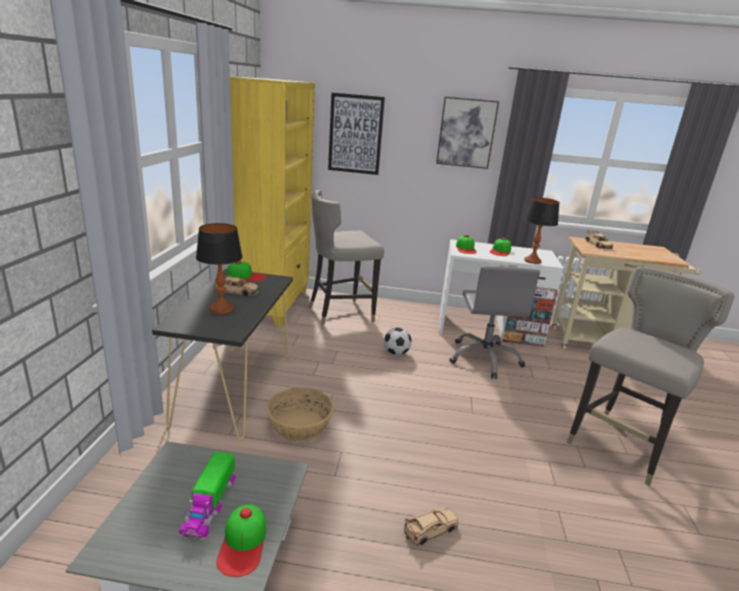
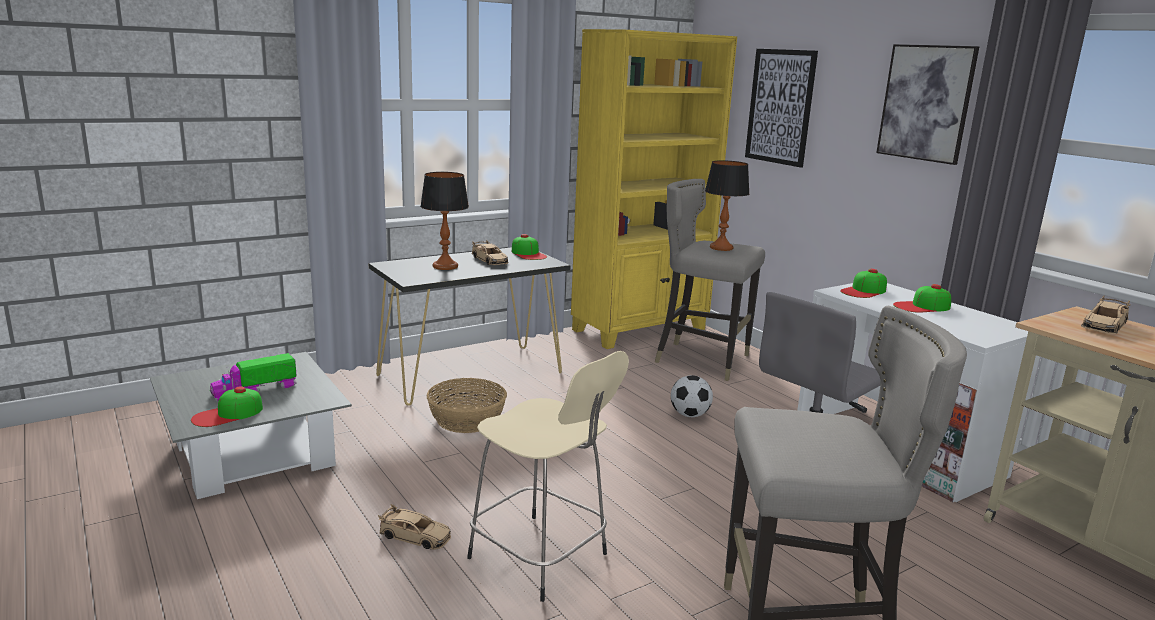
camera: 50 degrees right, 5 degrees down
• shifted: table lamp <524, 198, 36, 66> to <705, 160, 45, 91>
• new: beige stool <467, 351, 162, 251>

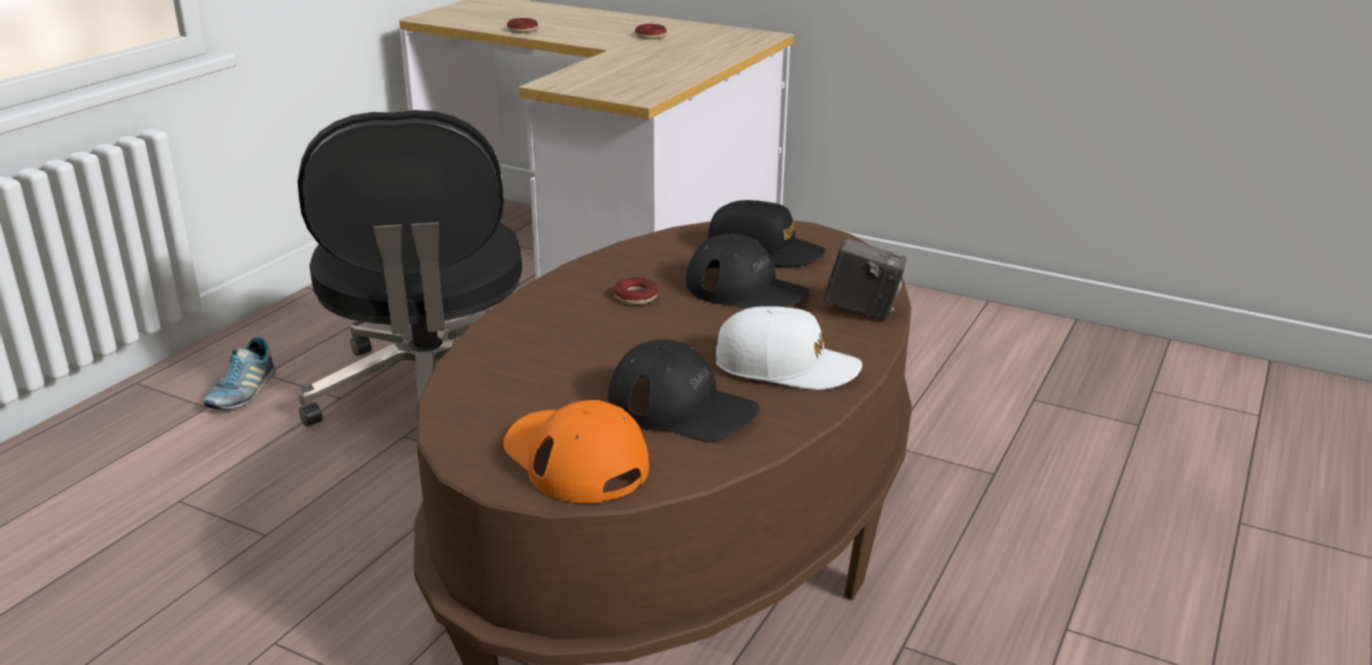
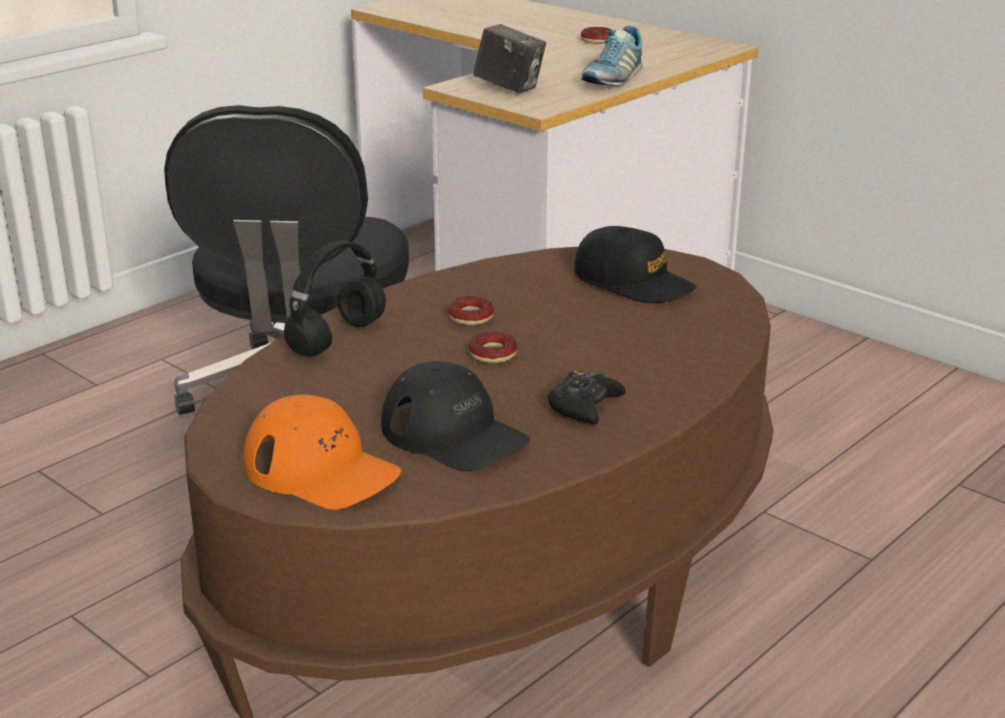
camera: 15 degrees right, 0 degrees up
• shifted: donut <507, 18, 31, 15> to <469, 332, 49, 31>
• gone: black cap <686, 234, 124, 75>
• shifted: photo camera <824, 238, 82, 82> to <474, 24, 72, 69>
• swapped: white cap <716, 306, 146, 84> to black game controller <548, 371, 78, 53>
• shifted: shoe <203, 337, 73, 73> to <581, 26, 61, 60>
• rotated: orange cap <503, 400, 146, 103> = <243, 394, 158, 116> 150 degrees clockwise
• new: black headphones <284, 240, 102, 116>

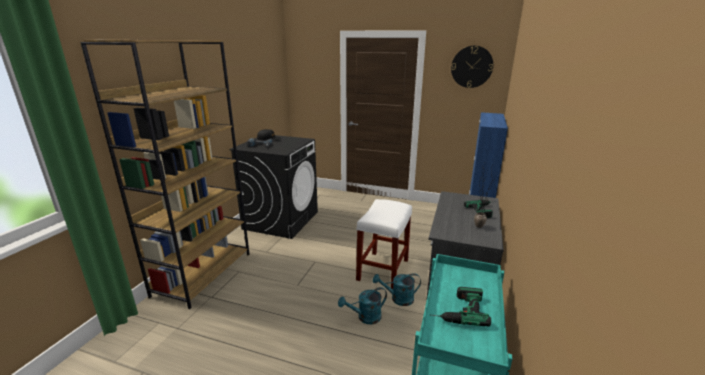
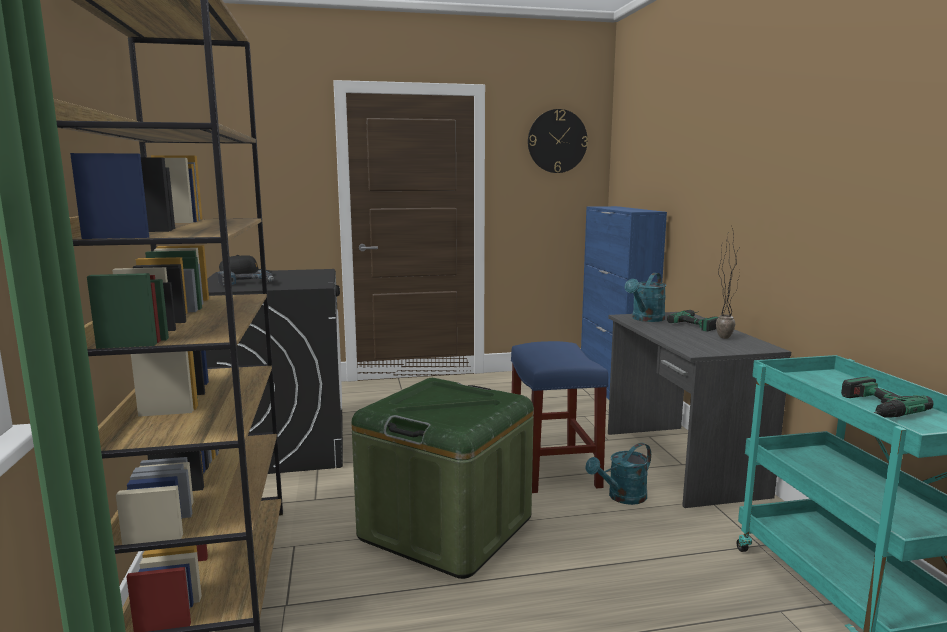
camera: 30 degrees left, 10 degrees down
• repainted: white stool <356, 199, 56, 90> to blue stool <511, 341, 98, 152>
• shifted: turquoise watering can <338, 287, 49, 37> to <625, 273, 41, 49>
• new: green storage box <351, 378, 183, 201>

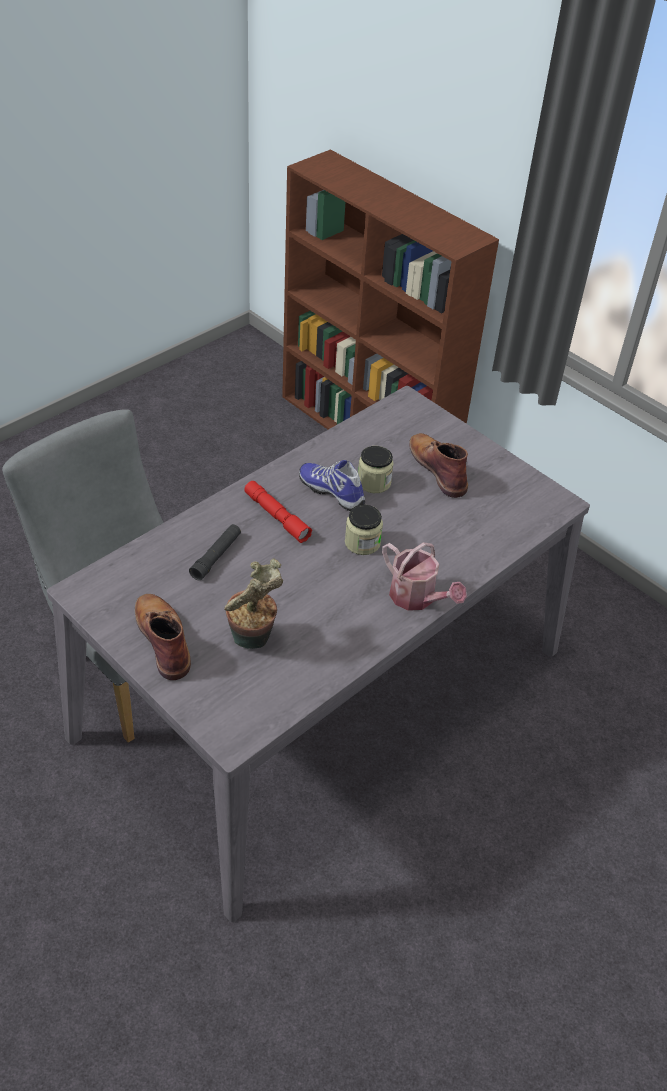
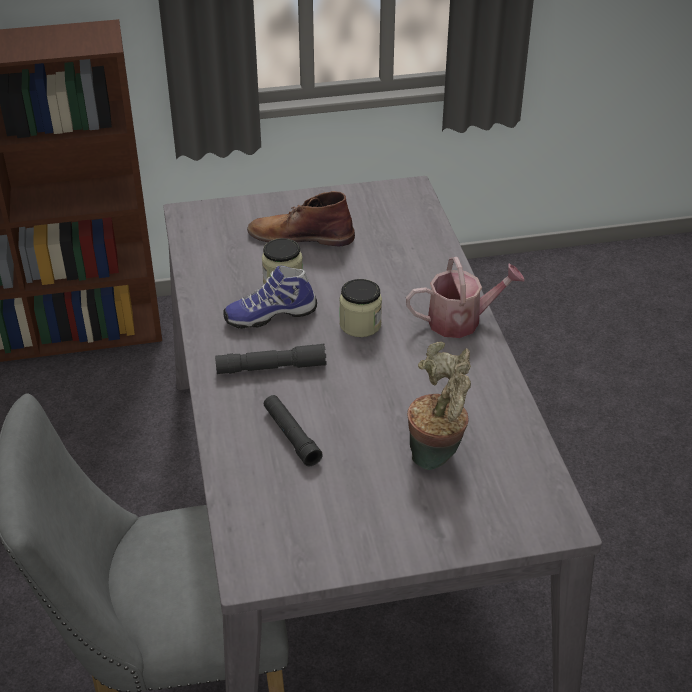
camera: 55 degrees left, 5 degrees down
• repainted: red flashlight <244, 481, 68, 62> to grey flashlight <215, 343, 112, 31>
• gone: brown boot <135, 594, 56, 86>

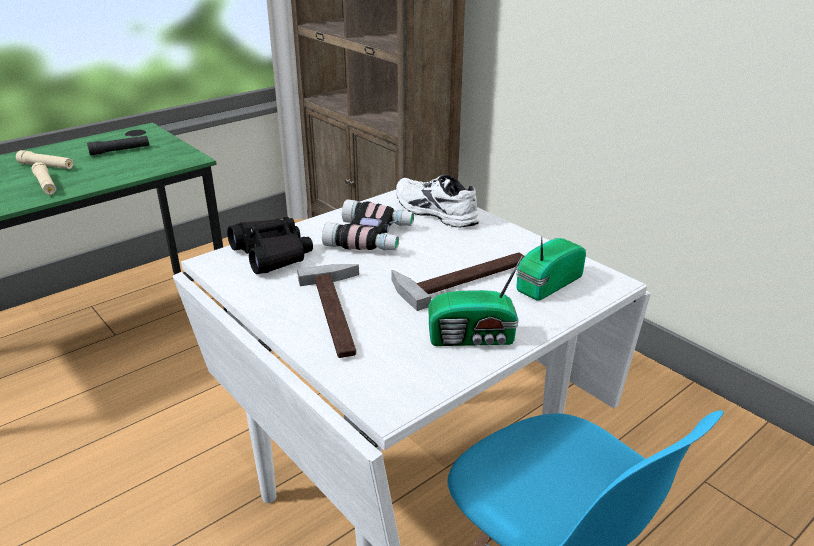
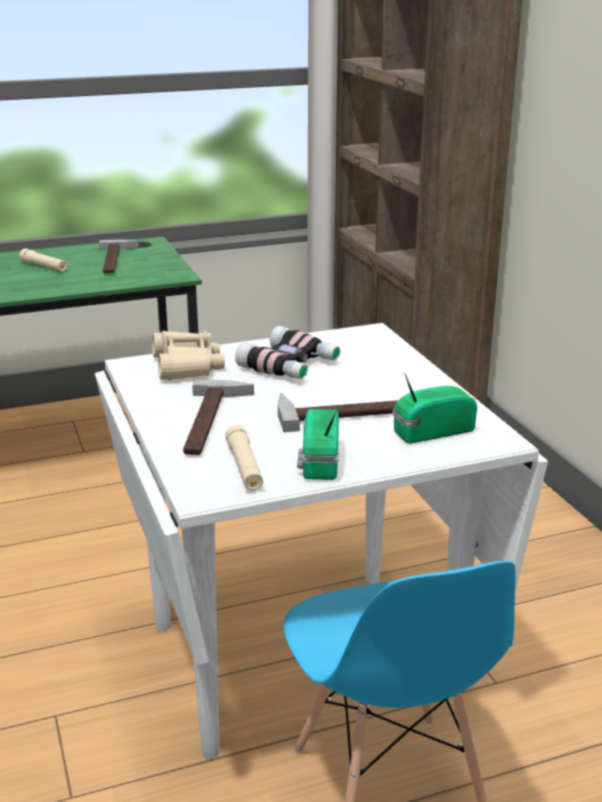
camera: 20 degrees right, 5 degrees down
• swapped: black flashlight <87, 136, 62, 20> to hammer <99, 239, 40, 35>
• shifted: beige flashlight <32, 162, 24, 33> to <225, 425, 38, 66>
• gone: white shoe <396, 175, 83, 52>
• repainted: black binoculars <227, 217, 86, 57> to beige binoculars <152, 331, 73, 49>
• rotated: radio <428, 255, 95, 91> = <297, 407, 42, 73> 75 degrees clockwise

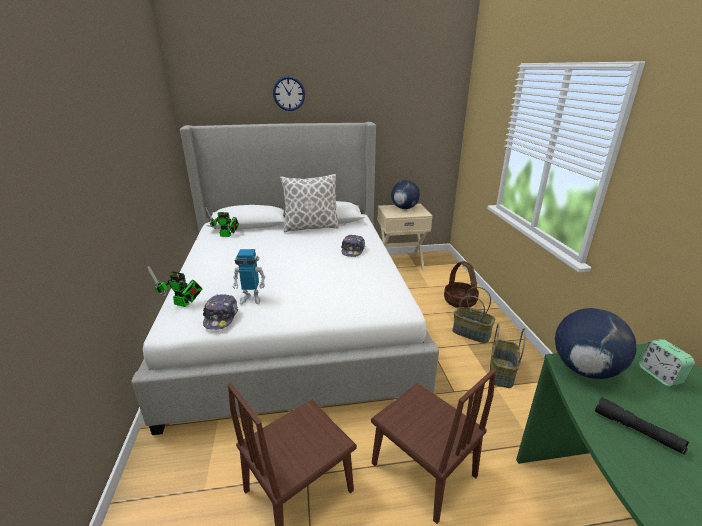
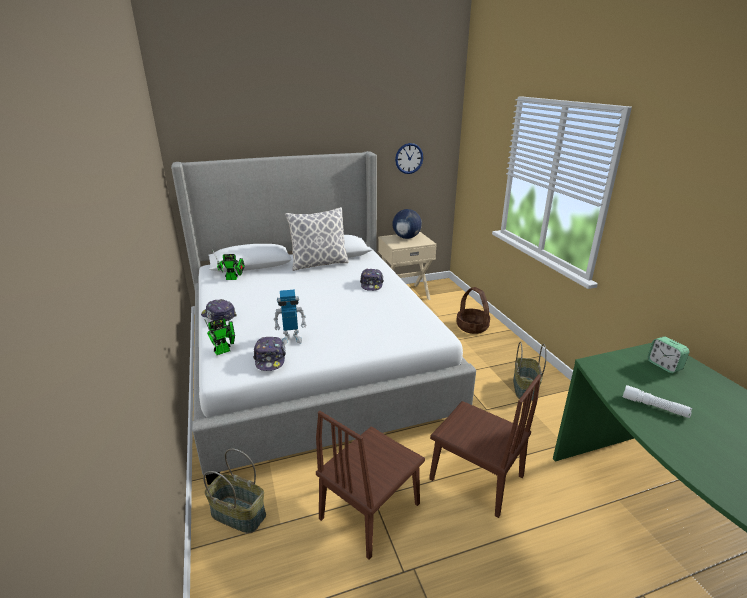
camera: 10 degrees left, 0 degrees up
• shifted: wall clock <273, 76, 32, 35> to <395, 143, 28, 31>
• rotated: toy robot <147, 266, 55, 41> = <204, 318, 31, 37> 45 degrees counterclockwise
• shifted: basket <452, 287, 43, 56> to <203, 449, 63, 84>
• gone: globe <555, 308, 81, 71>
• repainted: black flashlight <595, 397, 94, 57> to white flashlight <623, 385, 69, 33>
• new: cap <201, 299, 36, 22>

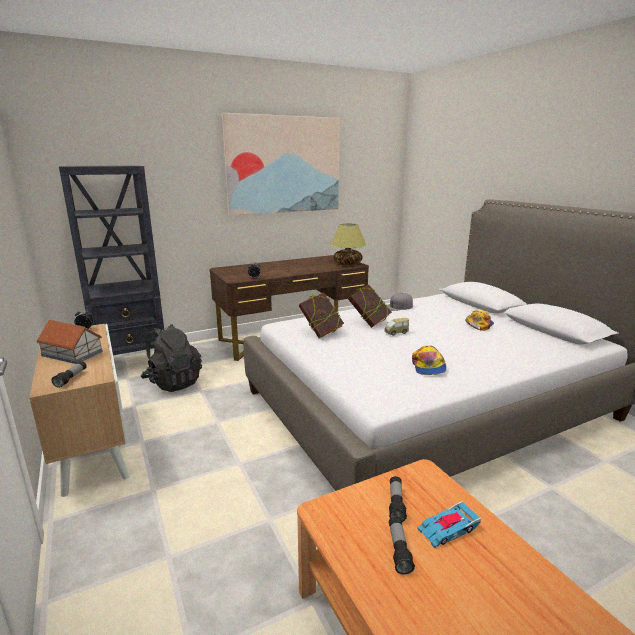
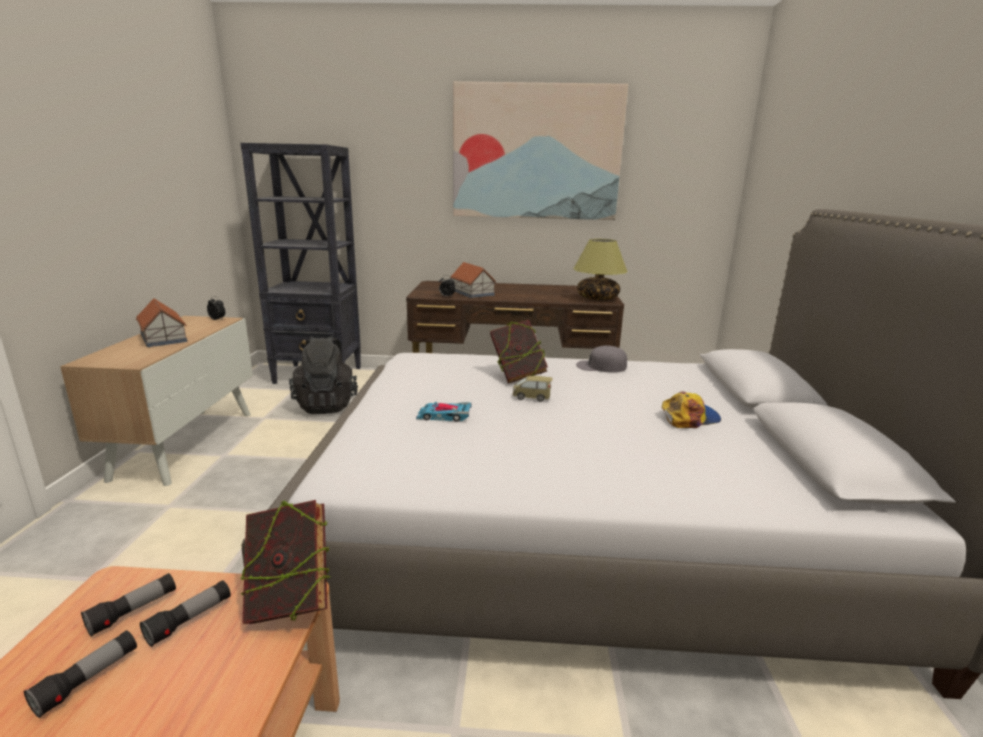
camera: 30 degrees right, 0 degrees up
• shifted: book <299, 292, 45, 46> to <240, 500, 90, 124>
• gone: cap <412, 345, 34, 30>
• shifted: flashlight <51, 361, 36, 27> to <81, 573, 95, 64>
• shifted: toy car <418, 501, 63, 47> to <416, 402, 56, 20>
• new: toy house <451, 262, 45, 36>

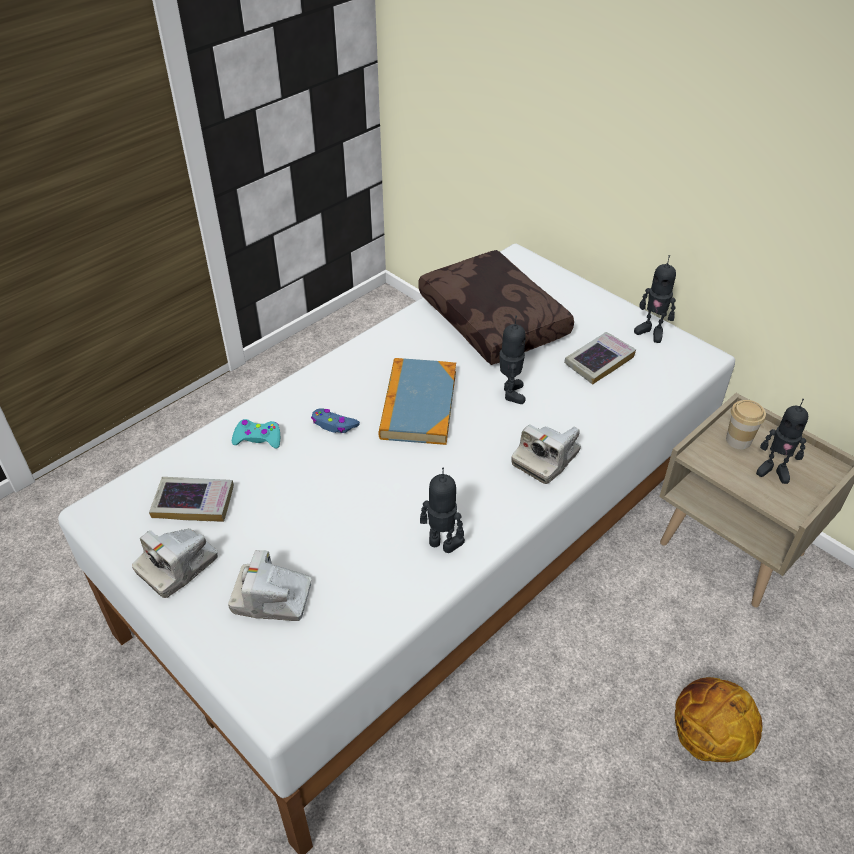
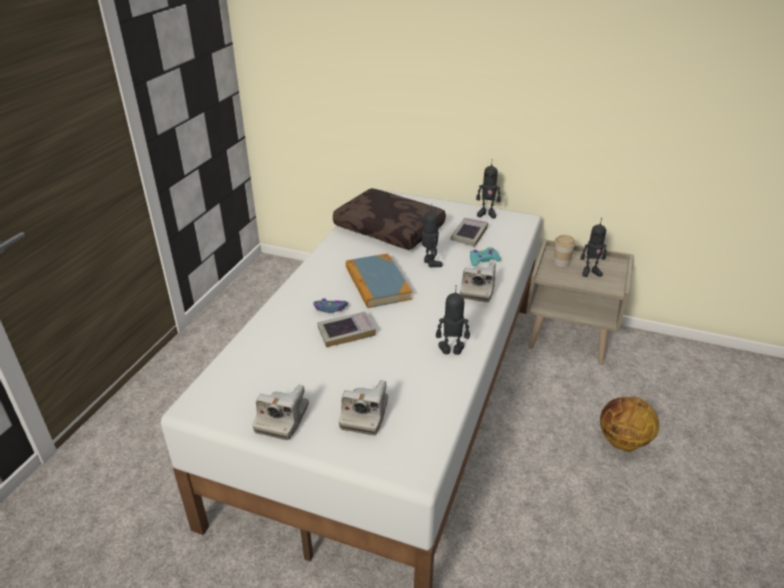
camera: 25 degrees left, 10 degrees down
• shifted: turquoise game controller <232, 419, 48, 30> to <470, 247, 31, 19>
• shifted: book <149, 477, 85, 45> to <317, 312, 59, 35>
• rotated: photo camera <228, 550, 83, 71> = <339, 380, 49, 55> 60 degrees counterclockwise

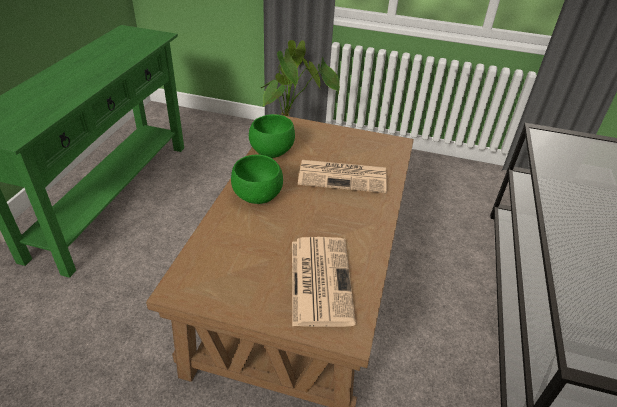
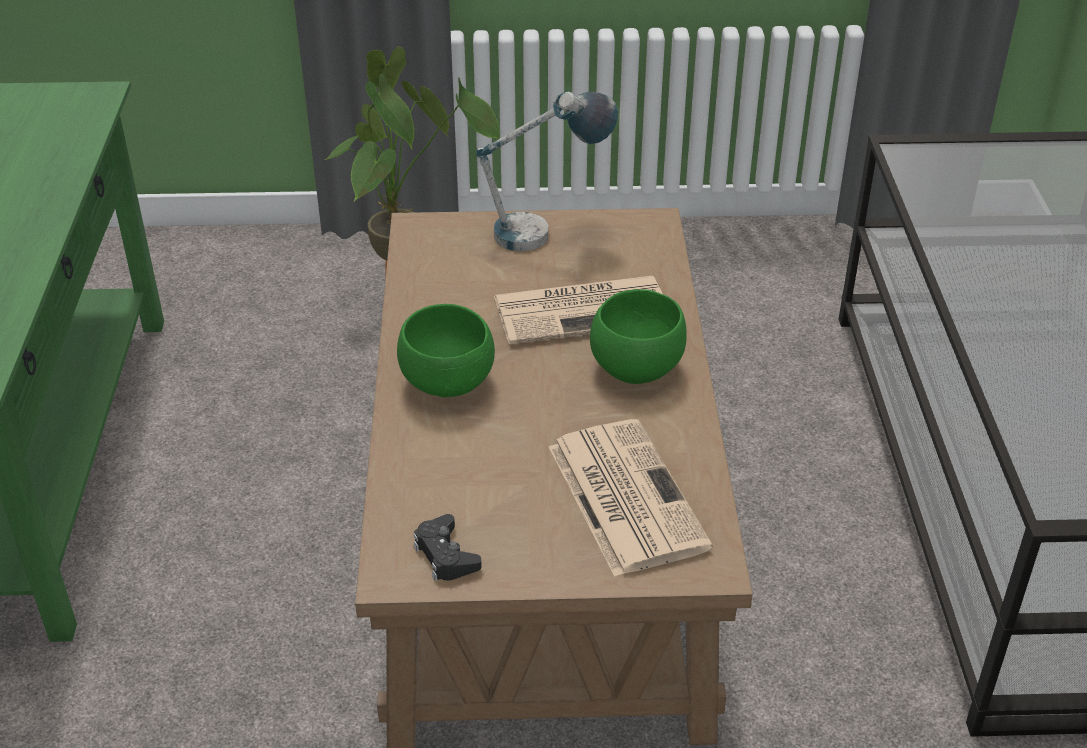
camera: 15 degrees left, 0 degrees up
• shifted: green bowl <249, 114, 46, 44> to <590, 289, 97, 95>
• new: table lamp <476, 91, 142, 160>
• new: black game controller <414, 514, 68, 67>

